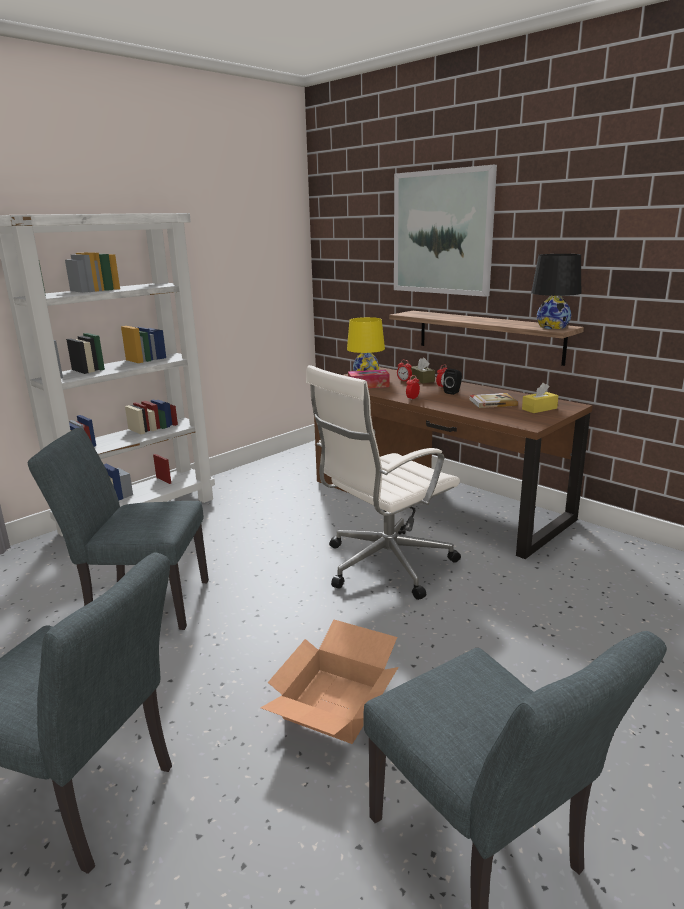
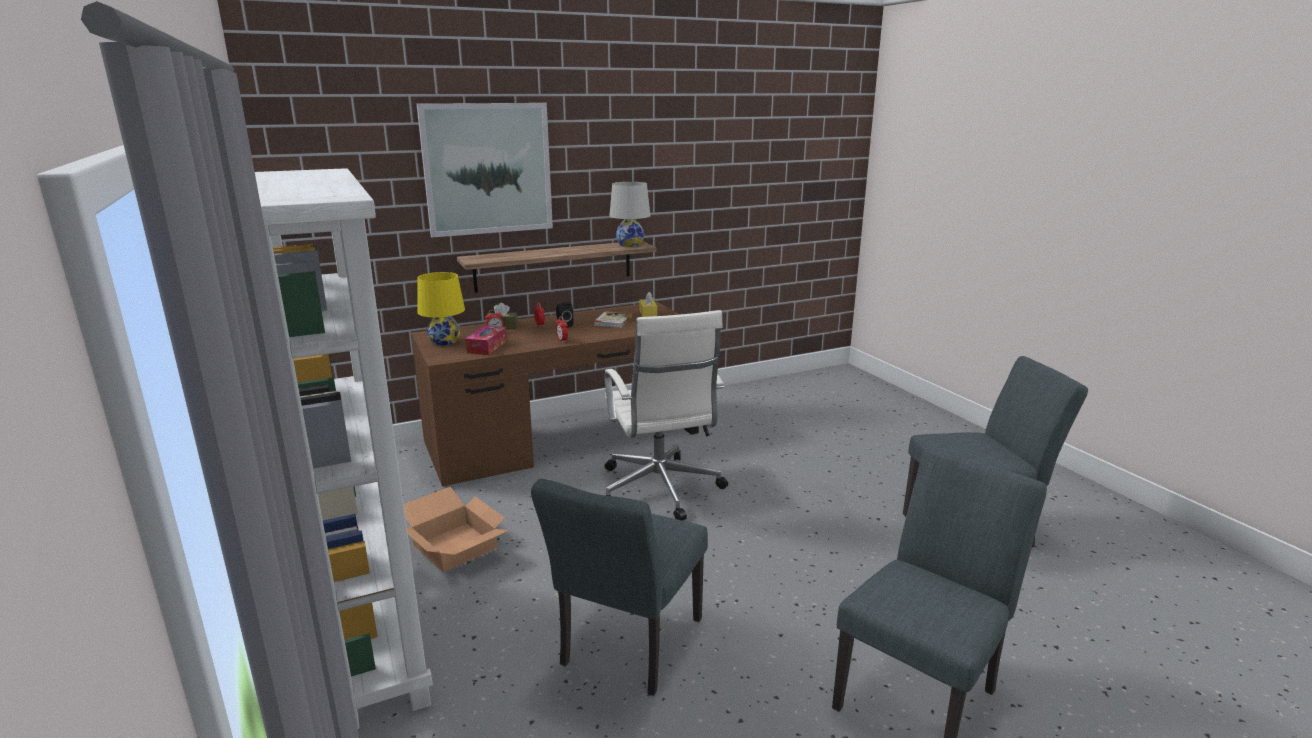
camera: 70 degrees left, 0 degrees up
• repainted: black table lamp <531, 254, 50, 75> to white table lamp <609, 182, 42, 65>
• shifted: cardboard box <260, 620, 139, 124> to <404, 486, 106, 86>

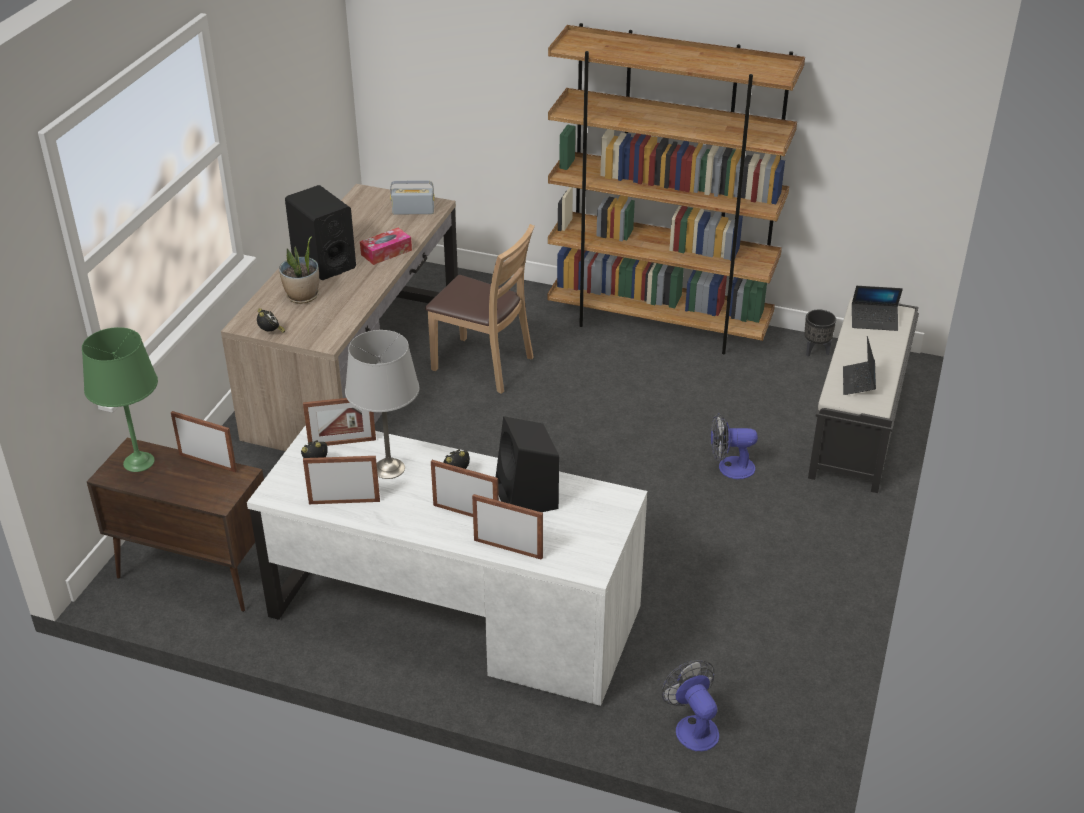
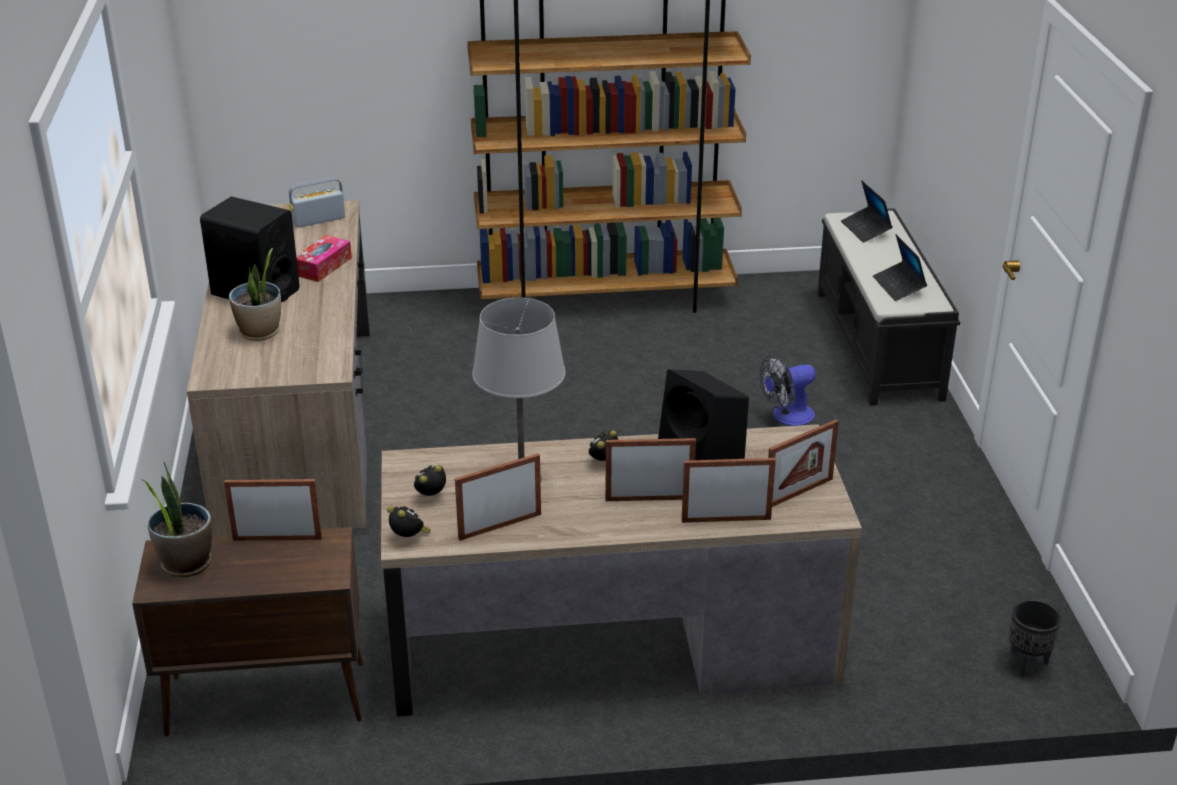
camera: 25 degrees left, 5 degrees down
• gone: brown chair <425, 224, 110, 170>
• rotated: laptop <852, 286, 51, 45> = <841, 181, 52, 62> 90 degrees clockwise
• shifted: alarm clock <257, 308, 28, 25> to <387, 506, 44, 31>
• shifted: black planter <804, 309, 32, 48> to <1009, 600, 53, 77>
• swapped: green table lamp <82, 327, 76, 145> to potted plant <141, 462, 71, 115>
• shifted: picture frame <303, 398, 73, 48> to <768, 419, 71, 88>
• repainted: white desk <247, 425, 400, 281> to brown desk <381, 424, 481, 293>
• gone: fan <661, 660, 58, 91>

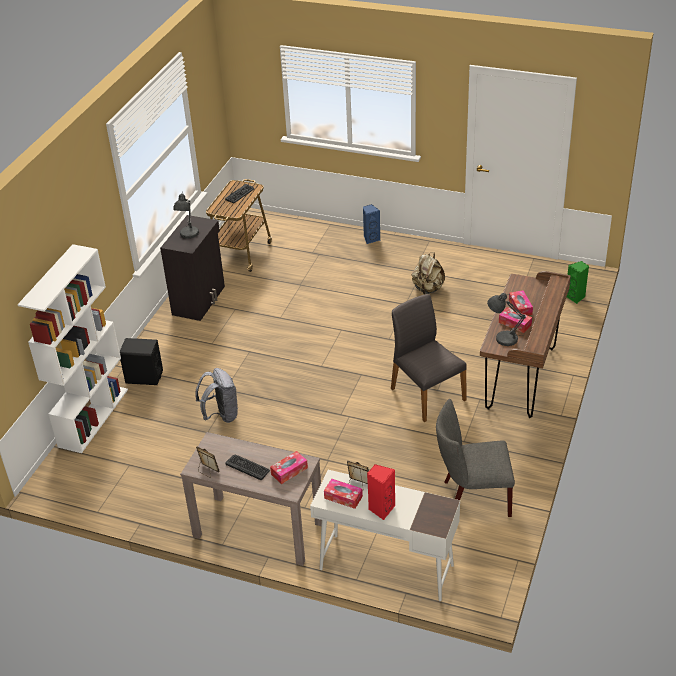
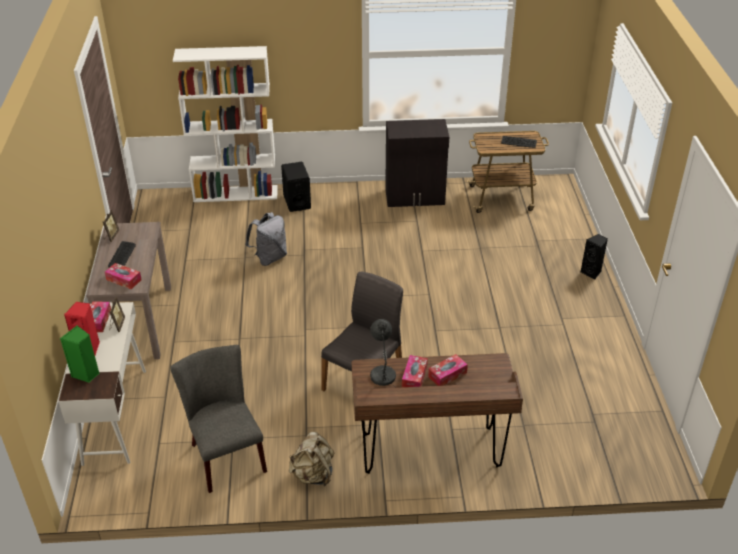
camera: 65 degrees right, 0 degrees up
• gone: grey table lamp <173, 192, 26, 47>
• repainted: blue speaker <363, 204, 17, 40> to black speaker <581, 234, 27, 46>
• shifted: beige backpack <412, 252, 33, 42> to <289, 432, 45, 54>
• shifted: green speaker <567, 261, 22, 43> to <60, 325, 40, 57>

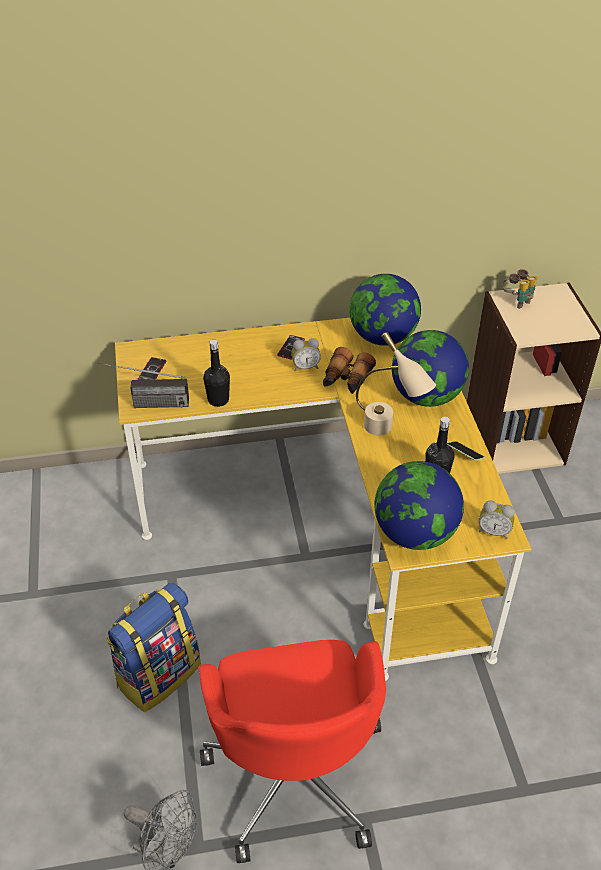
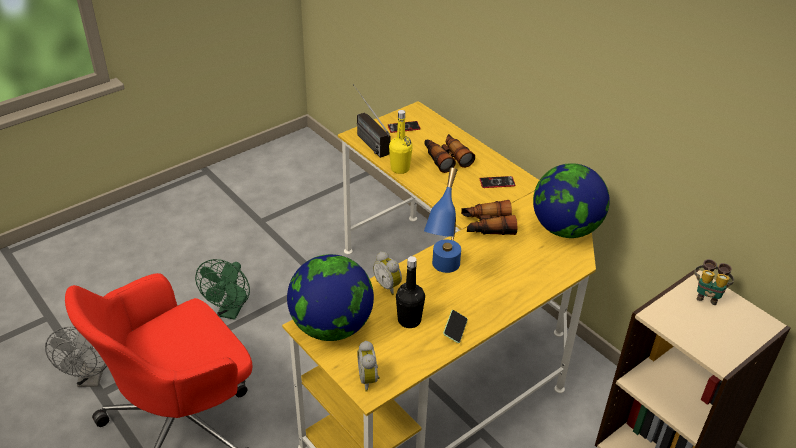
camera: 60 degrees right, 5 degrees down
• gone: globe <392, 330, 77, 77>
• repainted: beige table lamp <356, 332, 80, 103> to blue table lamp <424, 167, 37, 106>
• shifted: alarm clock <291, 338, 30, 34> to <373, 252, 29, 43>
• repainted: black bottle <203, 339, 27, 68> to yellow bottle <389, 110, 24, 64>
• swapped: backpack <106, 582, 95, 130> to green fan <195, 259, 55, 61>
• new: binoculars <424, 134, 51, 39>

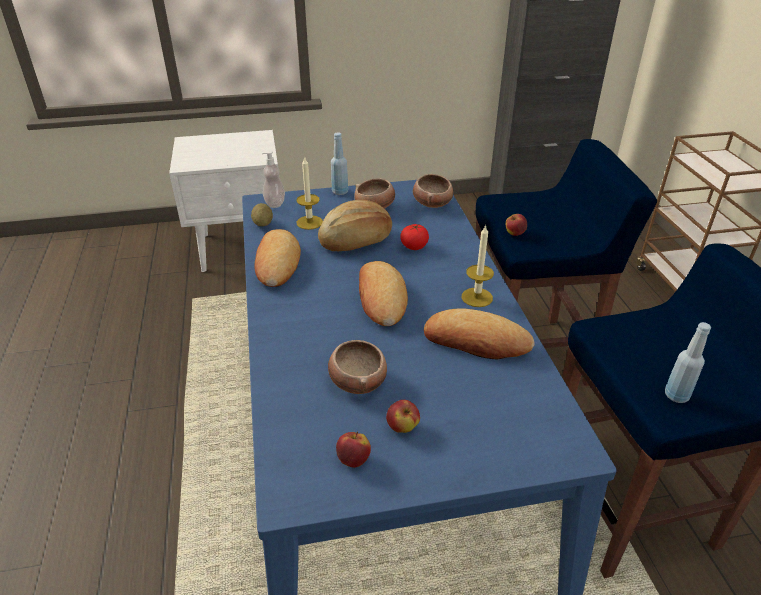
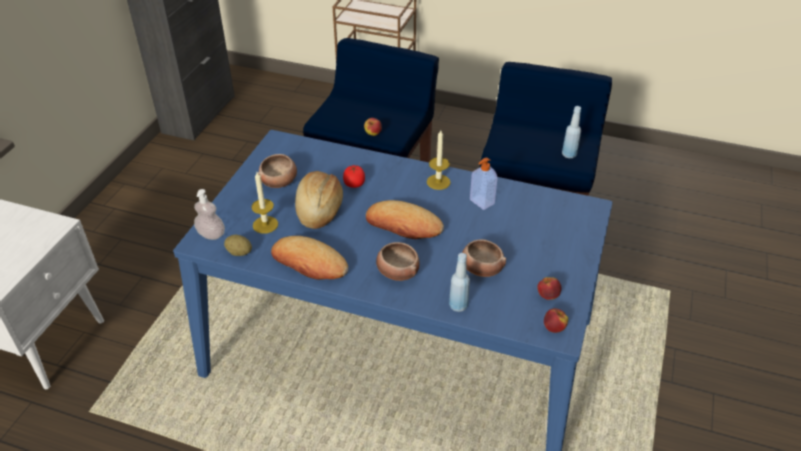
camera: 60 degrees left, 5 degrees up
• shifted: blue bottle <331, 133, 17, 62> to <449, 253, 21, 59>
• shifted: bowl <413, 174, 40, 34> to <376, 242, 44, 39>
• swapped: bread <424, 308, 111, 51> to soap dispenser <470, 157, 27, 53>
• shifted: apple <386, 400, 34, 33> to <544, 308, 24, 25>

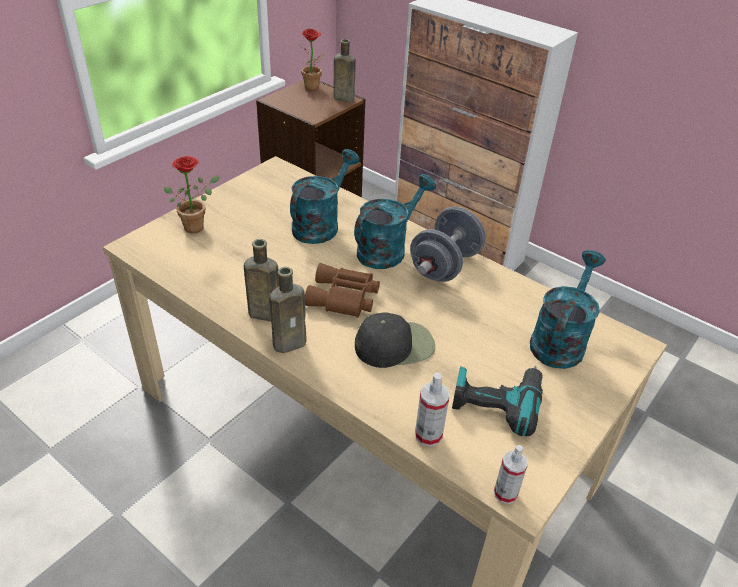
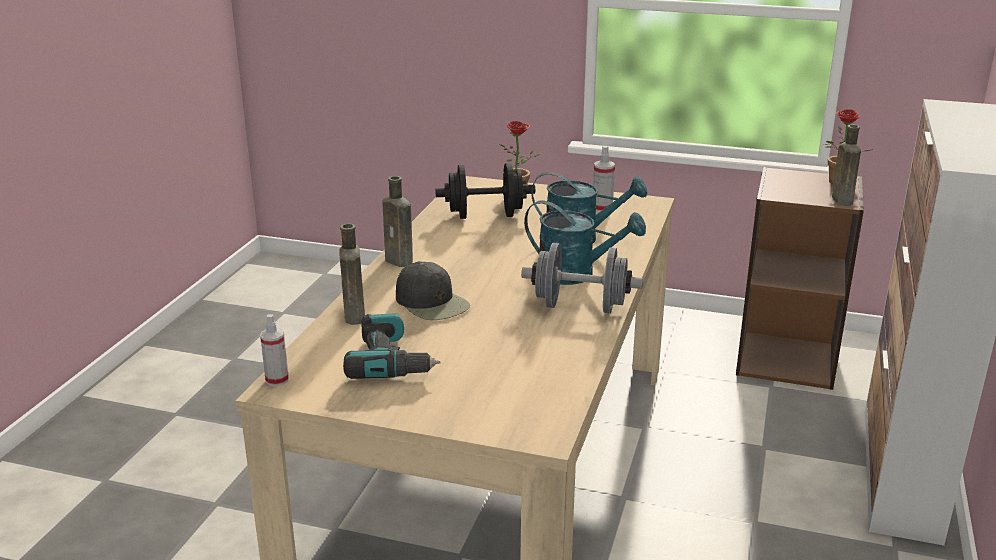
camera: 70 degrees right, 15 degrees down
• shifted: brown bottle <244, 239, 35, 83> to <340, 224, 25, 101>
• gone: turquoise watering can <530, 250, 76, 119>
• gone: brown binoculars <305, 263, 75, 55>
• shifted: spray bottle <415, 373, 35, 74> to <593, 146, 22, 66>
• new: black dumbbell <435, 163, 100, 56>

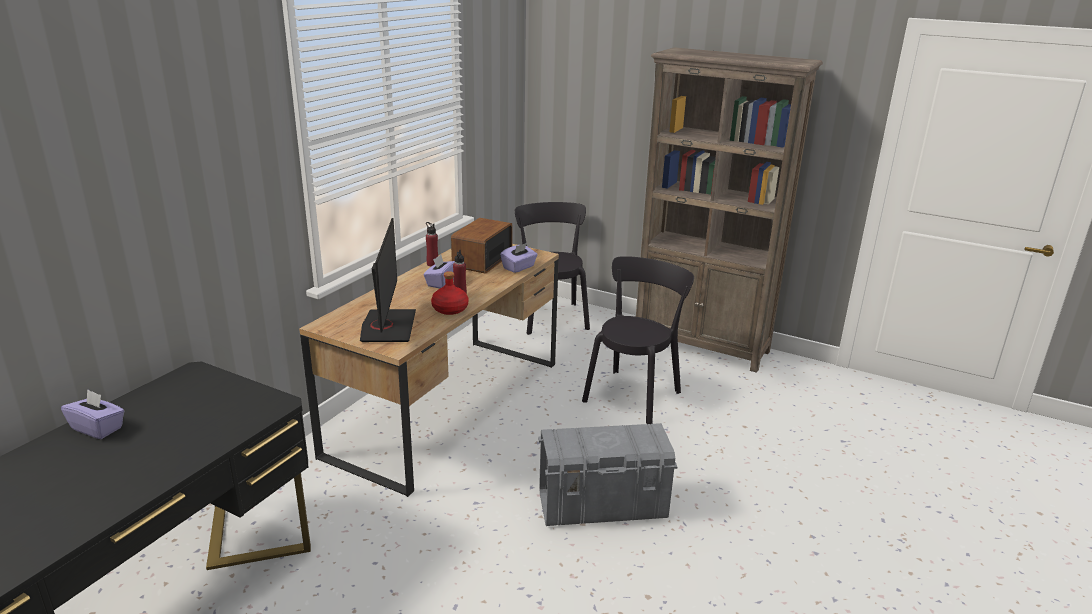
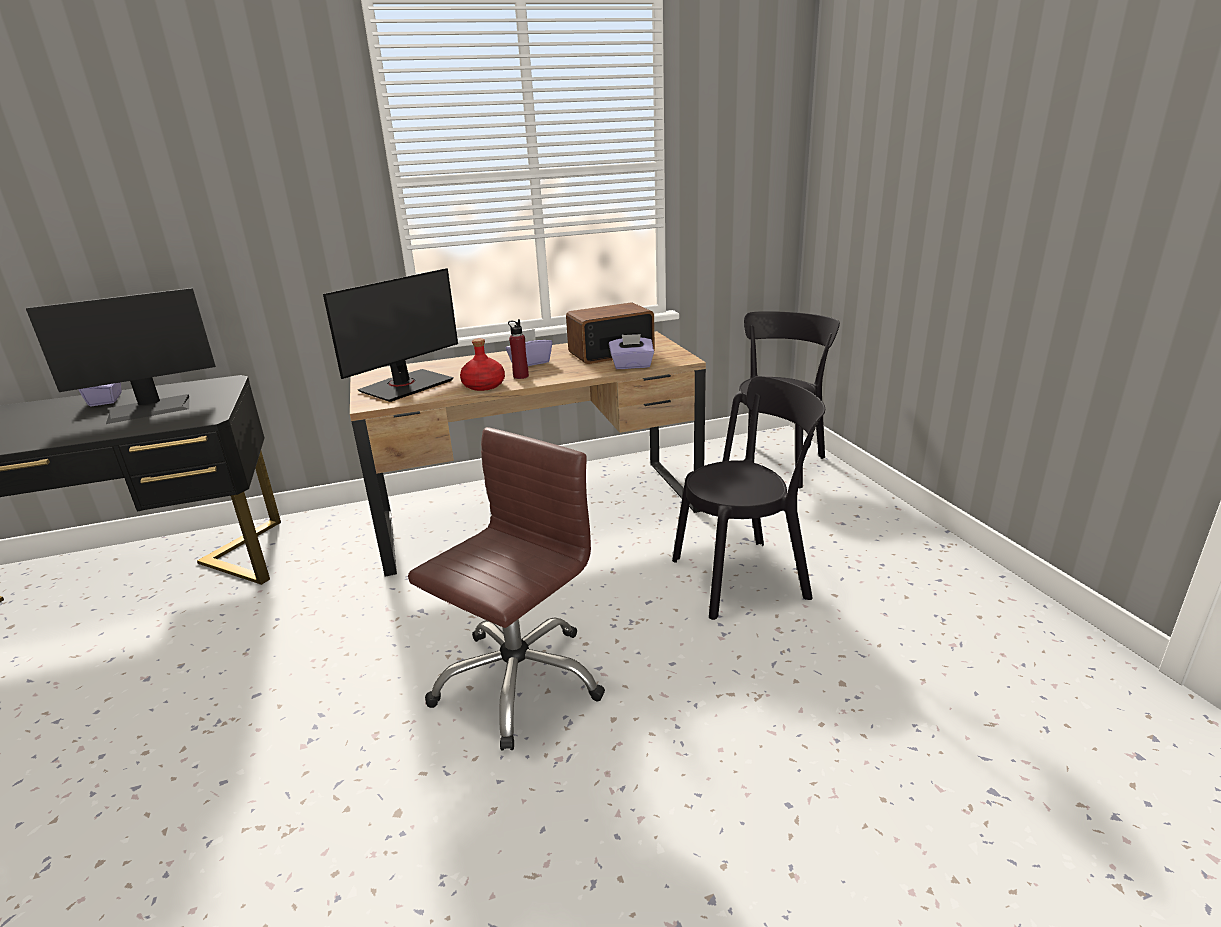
camera: 45 degrees right, 0 degrees up
• gone: brown bookcase <636, 47, 187, 326>
• gone: red bottle <426, 222, 12, 44>
• swapped: grey storage box <538, 423, 139, 103> to brown office chair <408, 427, 197, 324>
• new: monitor <26, 288, 190, 136>

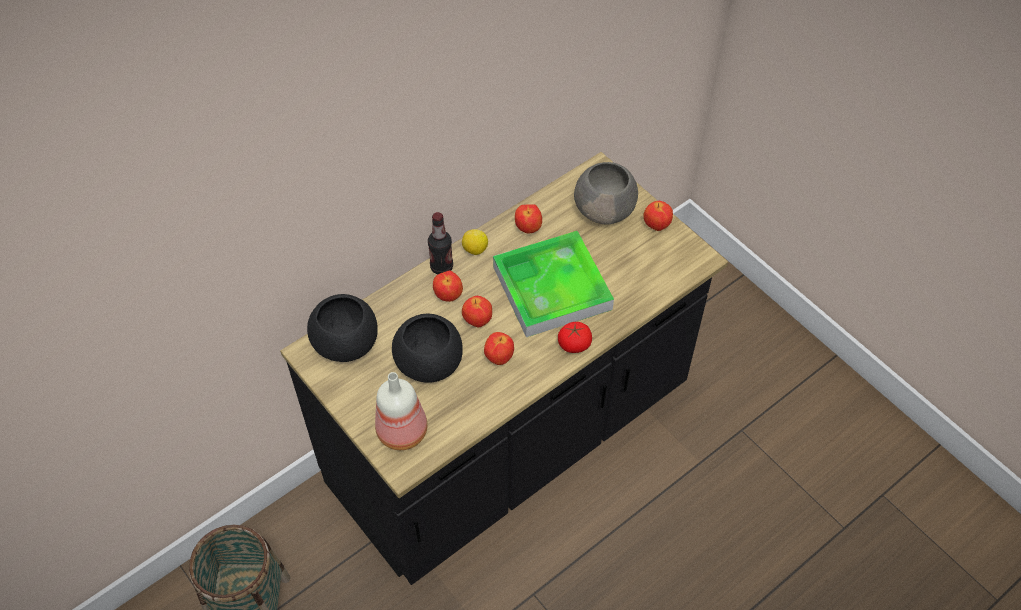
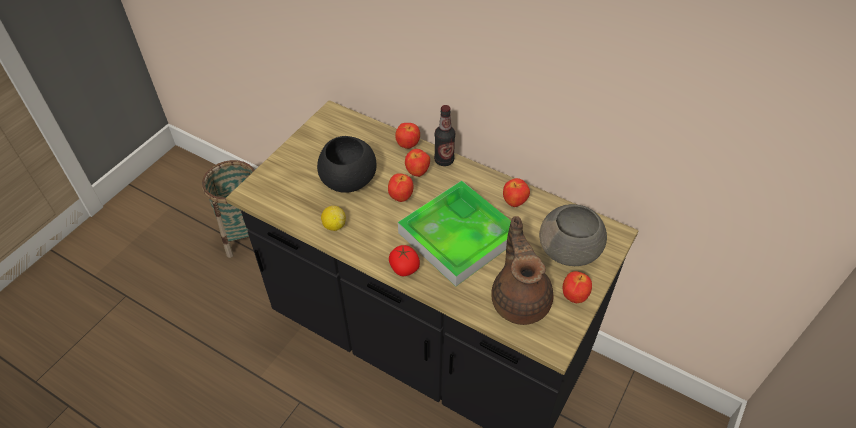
camera: 70 degrees right, 5 degrees down
• shifted: lemon <462, 229, 26, 26> to <321, 206, 25, 25>
• gone: black bowl <307, 294, 71, 68>
• shifted: apple <484, 332, 30, 33> to <395, 123, 25, 26>
• gone: bottle <375, 372, 52, 78>
• new: brown teapot <491, 216, 62, 109>

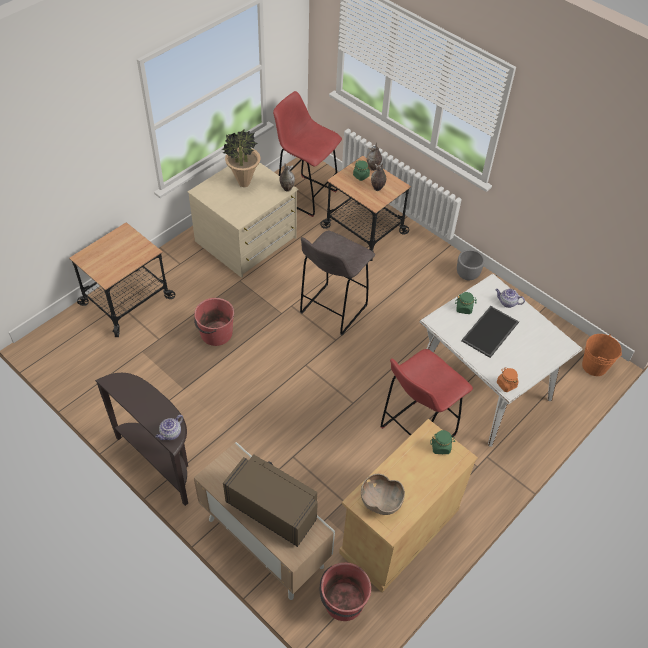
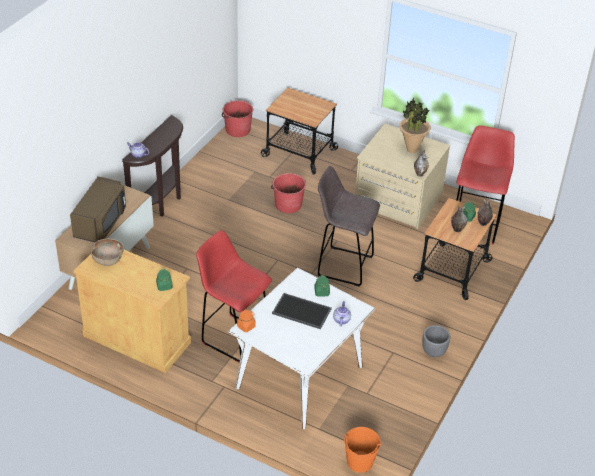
camera: 75 degrees right, 10 degrees down
• shifted: red bucket <320, 563, 51, 58> to <222, 100, 31, 37>

